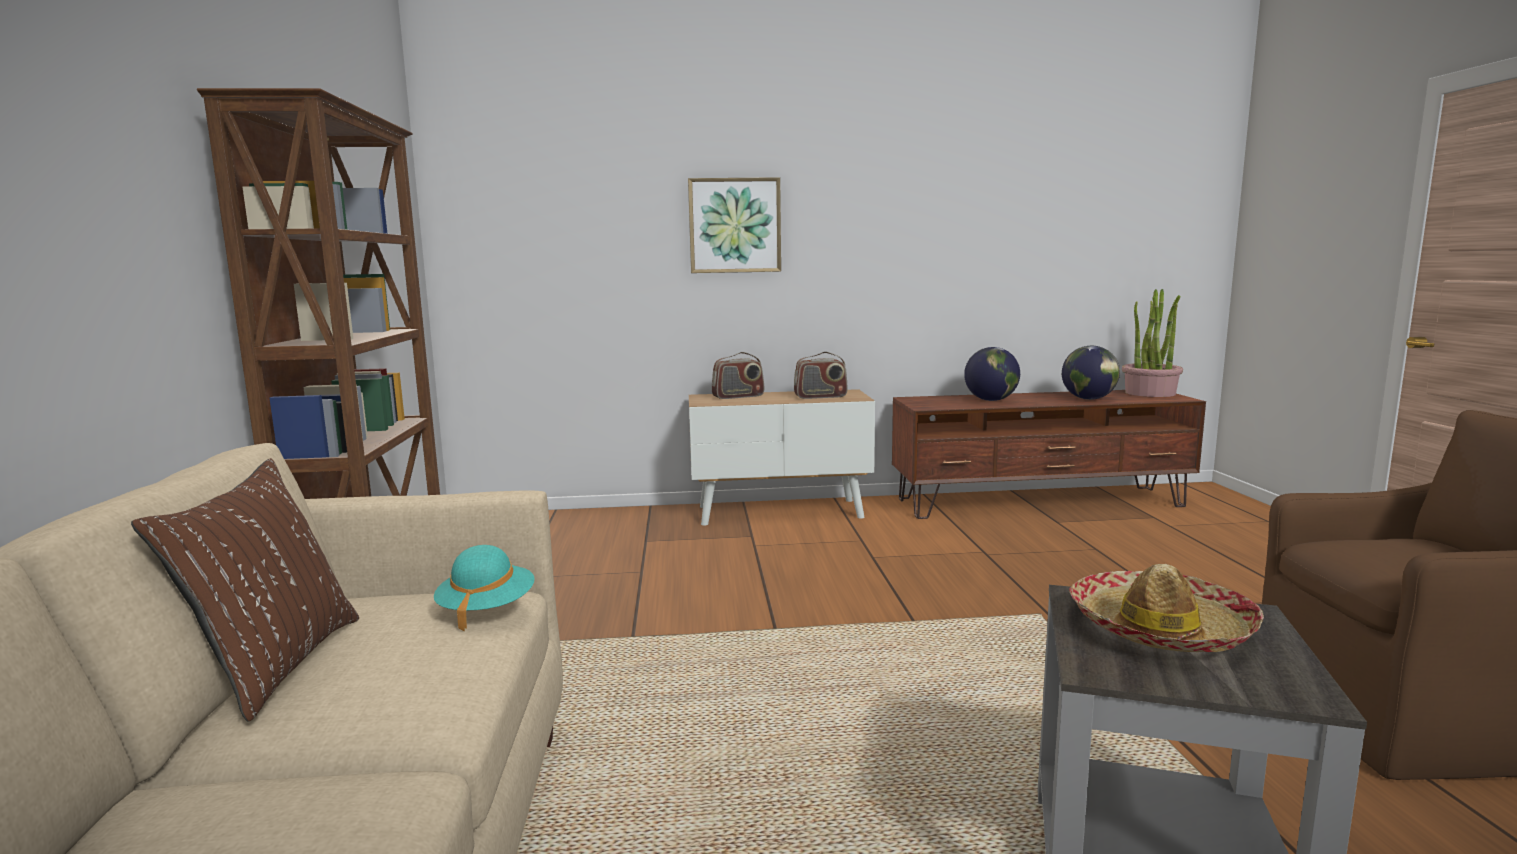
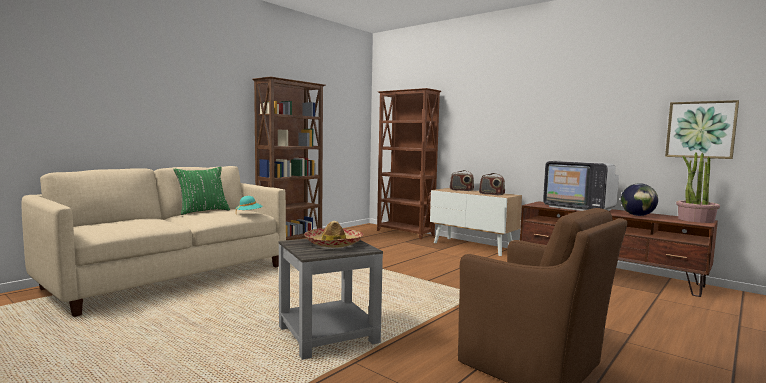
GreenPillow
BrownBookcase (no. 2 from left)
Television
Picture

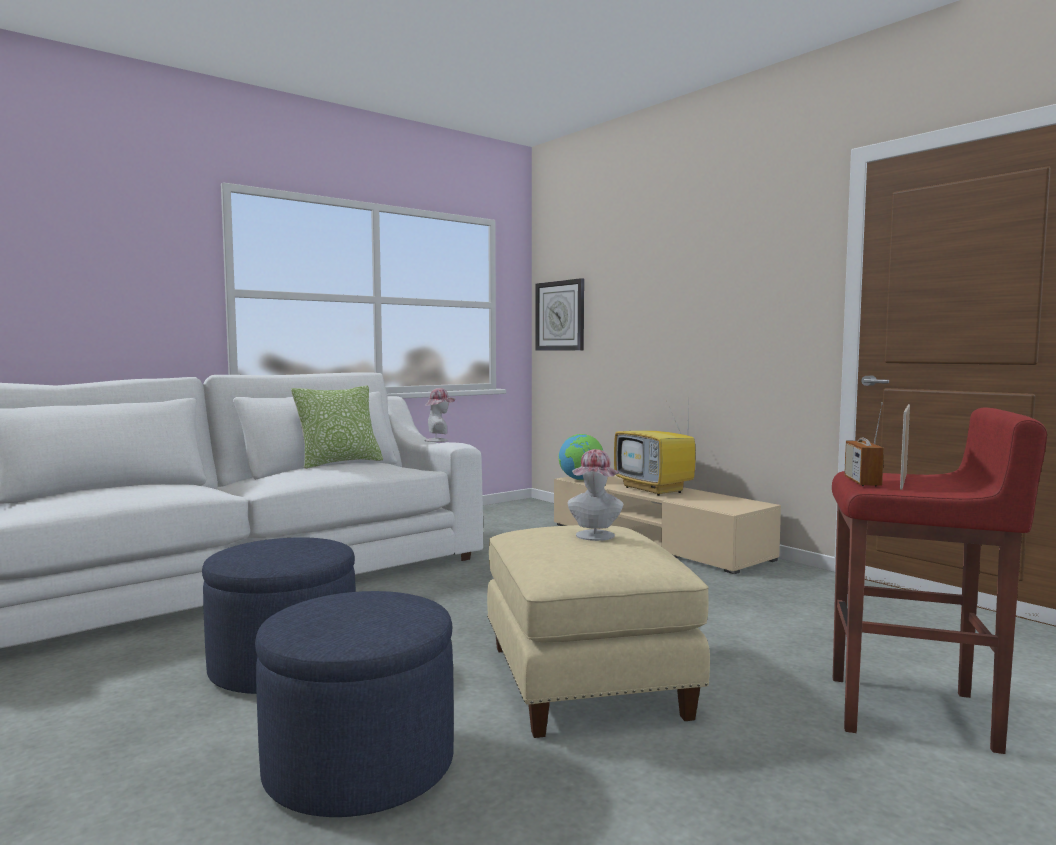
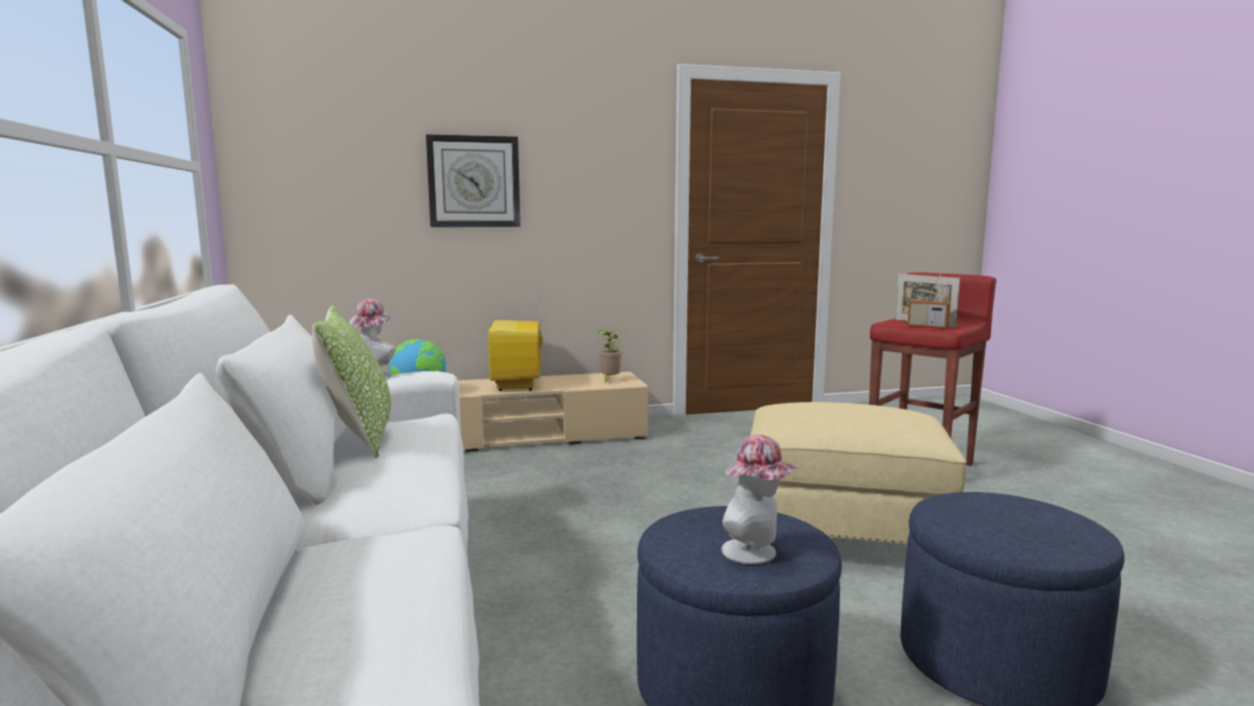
WallClock
Television
PottedPlant
Hat (no. 2 from left)

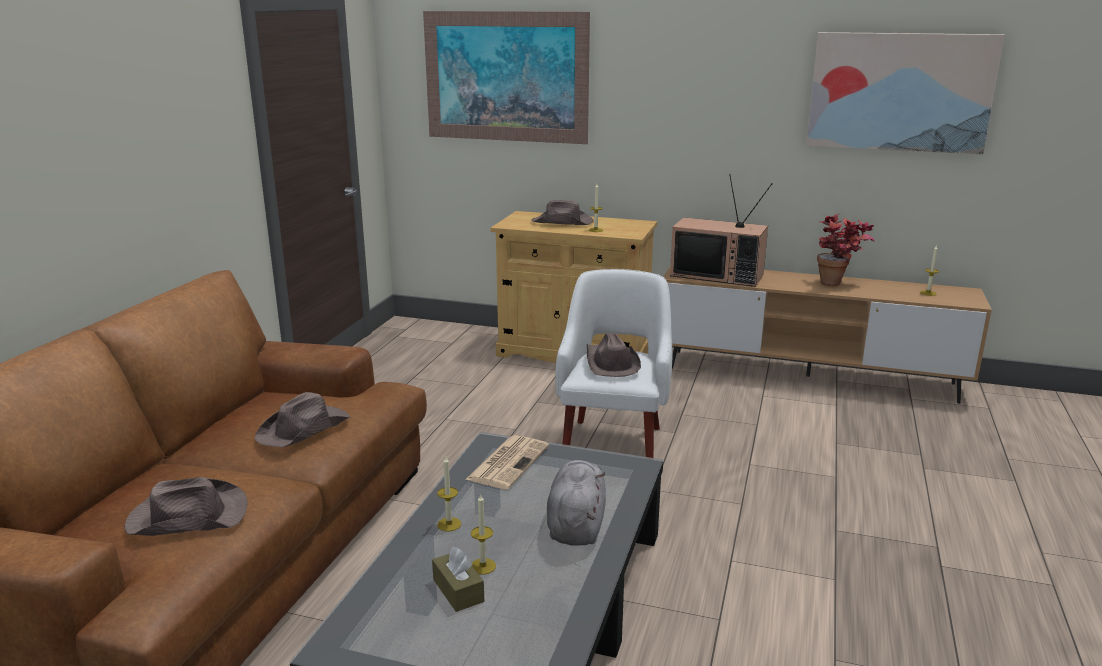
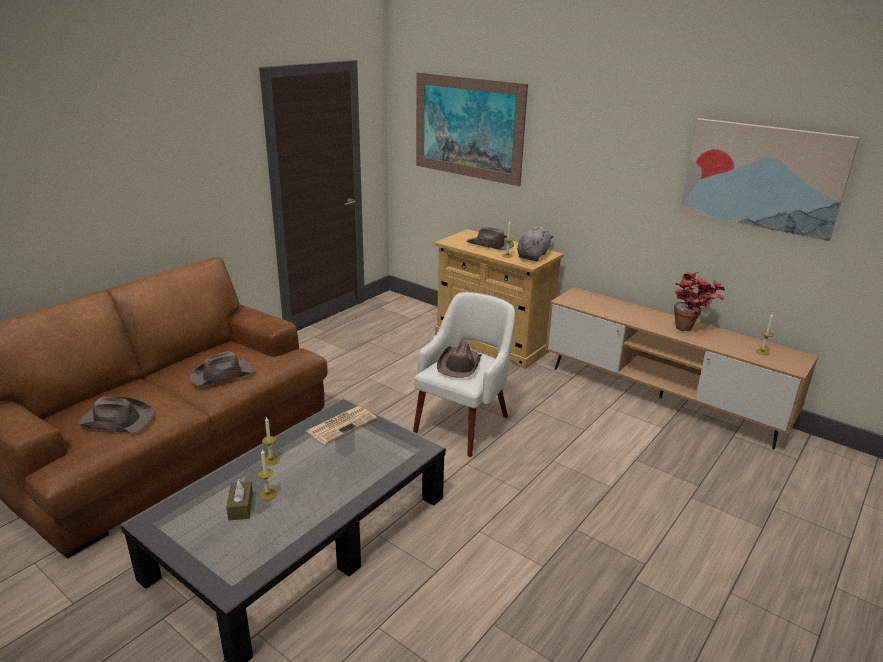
GreyPlushToy
Television

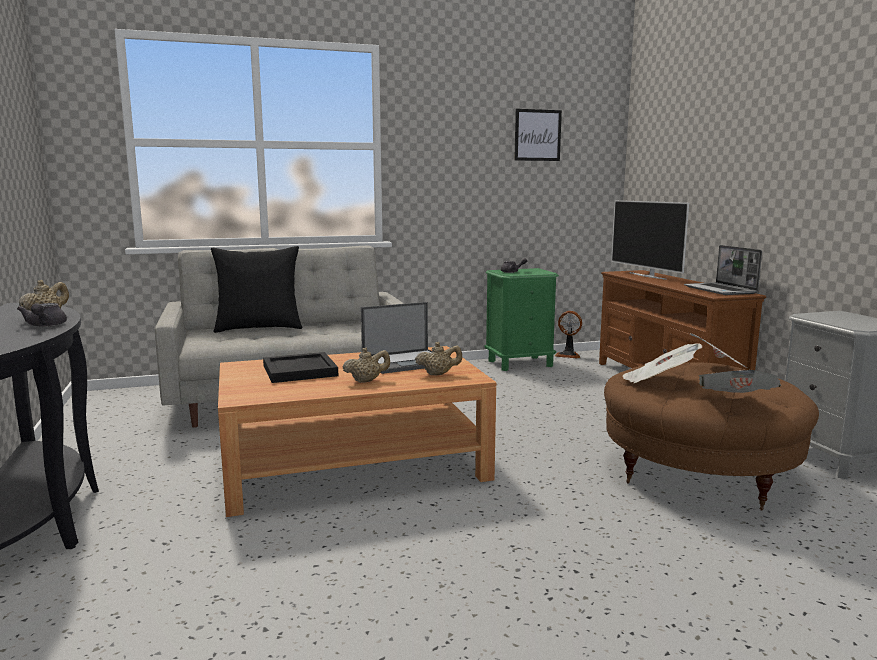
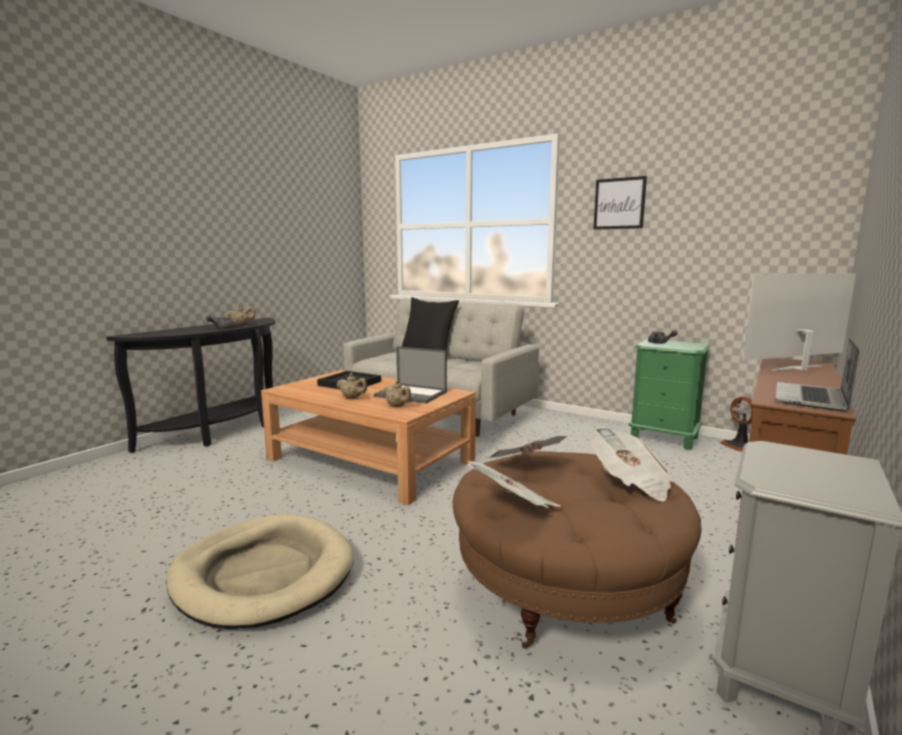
BeigeDogBed
Picture
Television

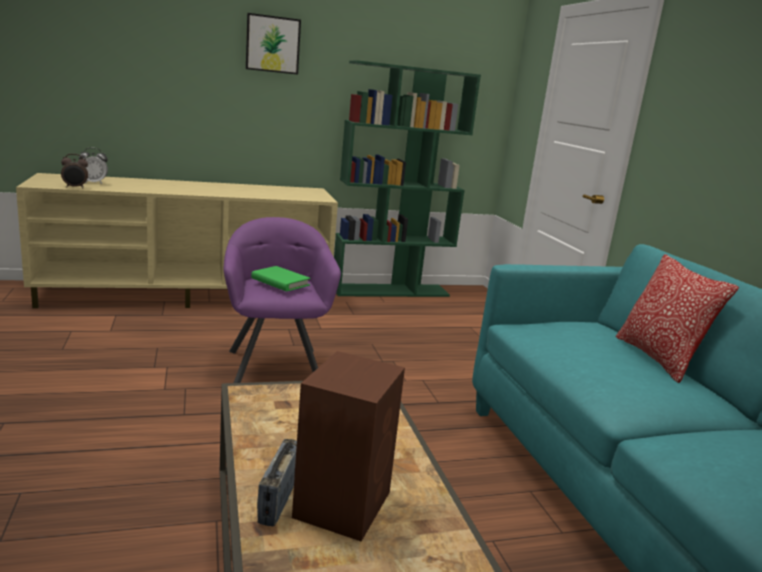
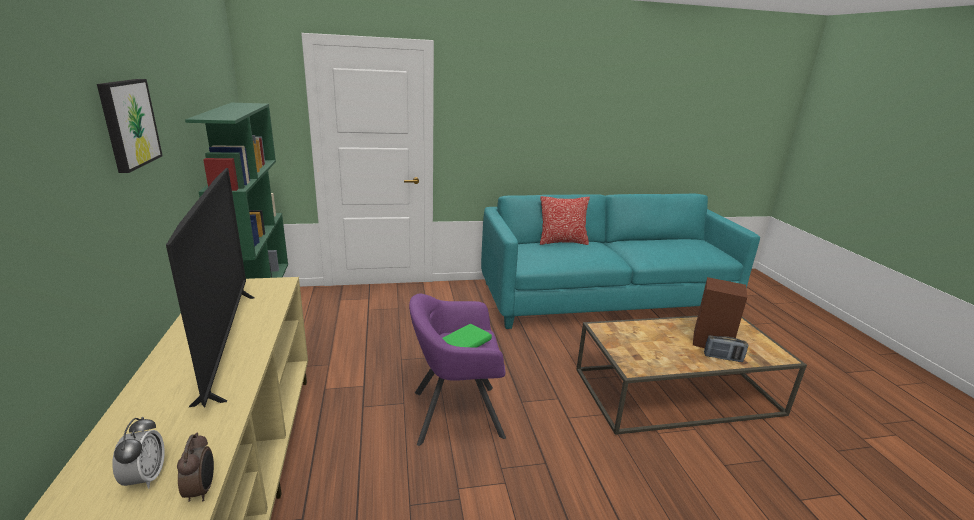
Television

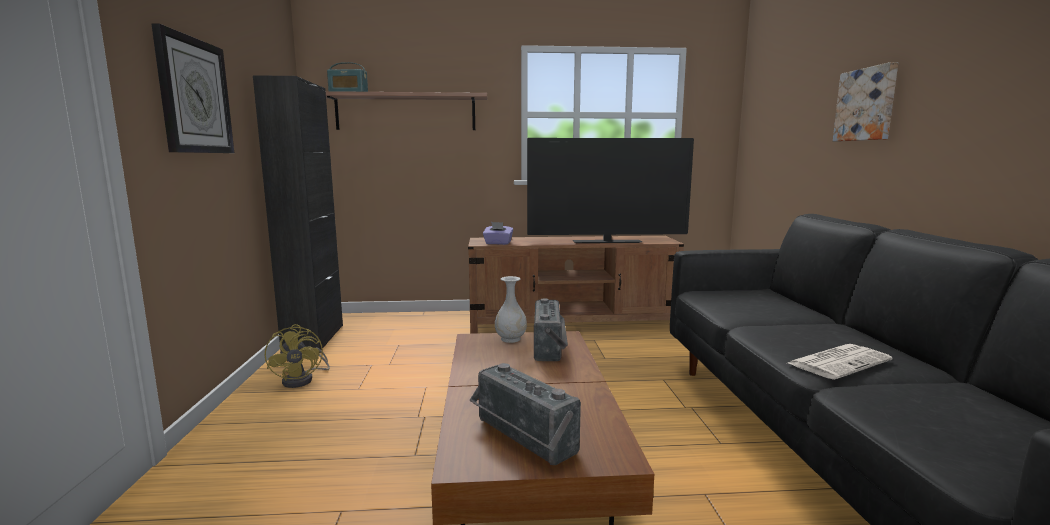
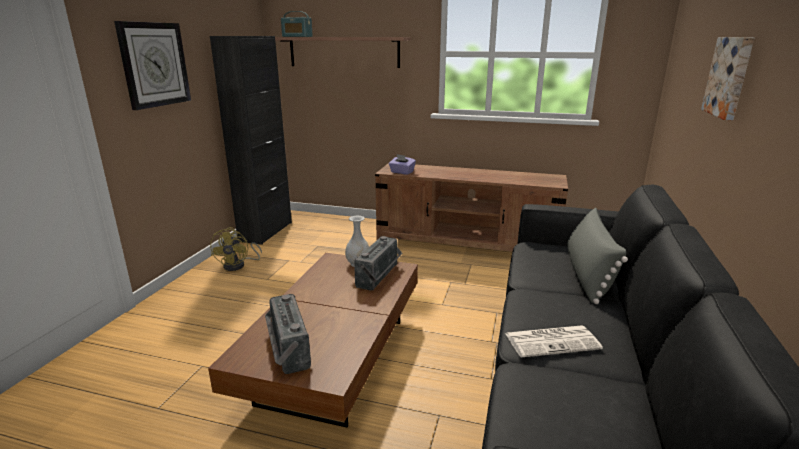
GreyPillow
Television

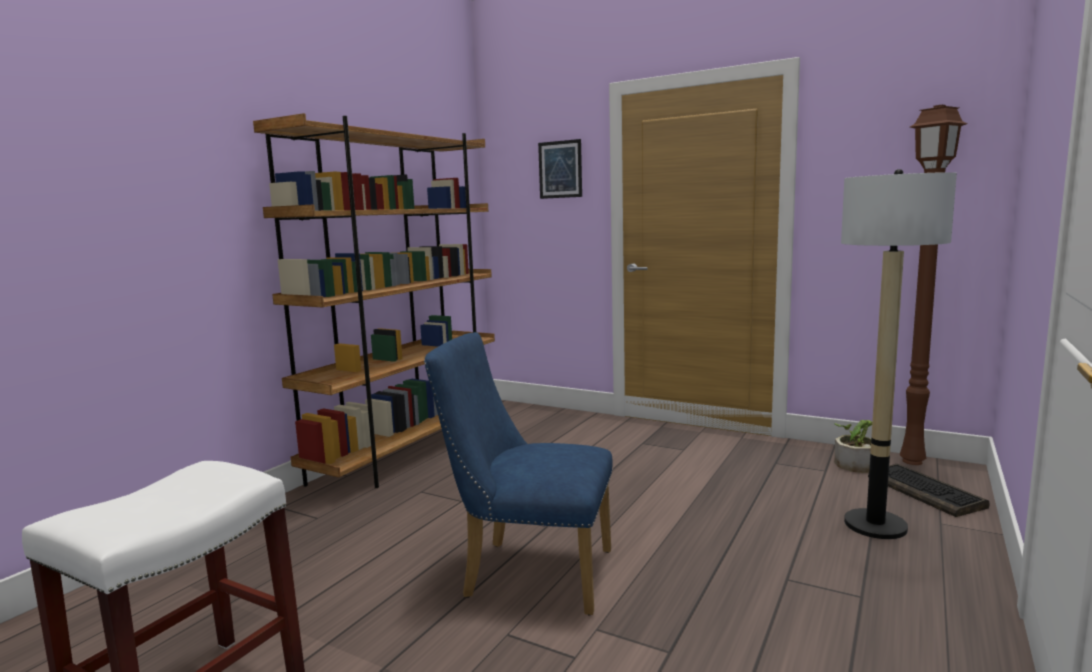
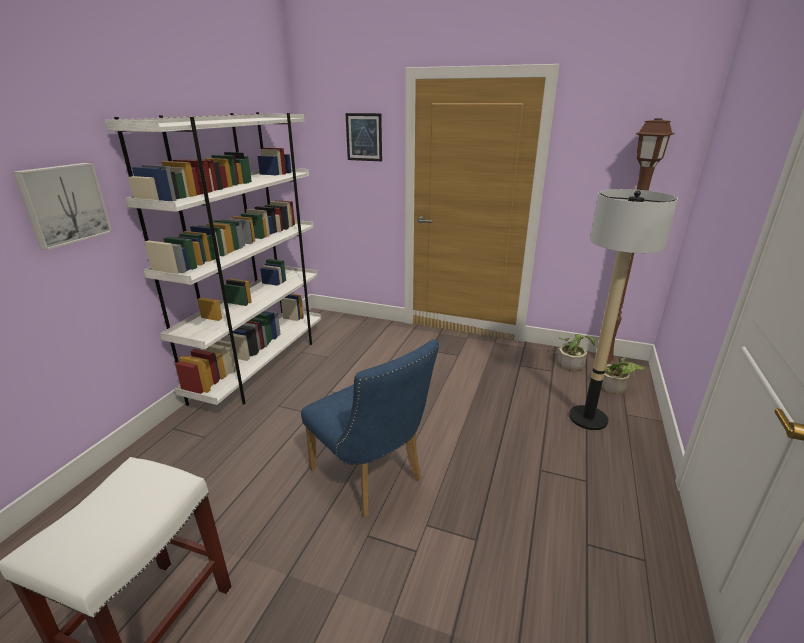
Picture (no. 1 from left)
WhiteBookcase
BlueChair
PottedPlant (no. 2 from left)

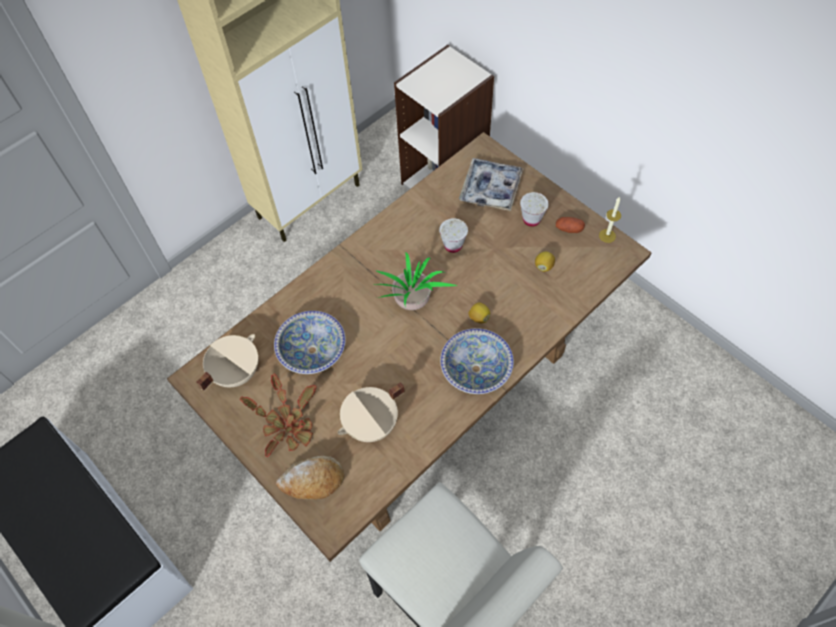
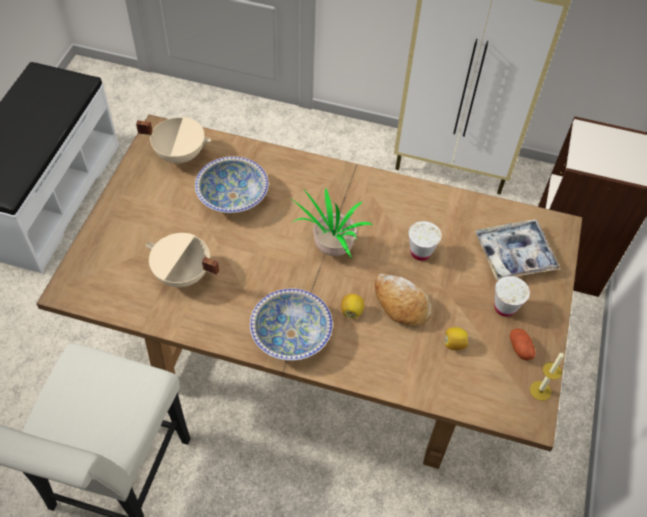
Bread
PottedPlant (no. 1 from left in the first image)

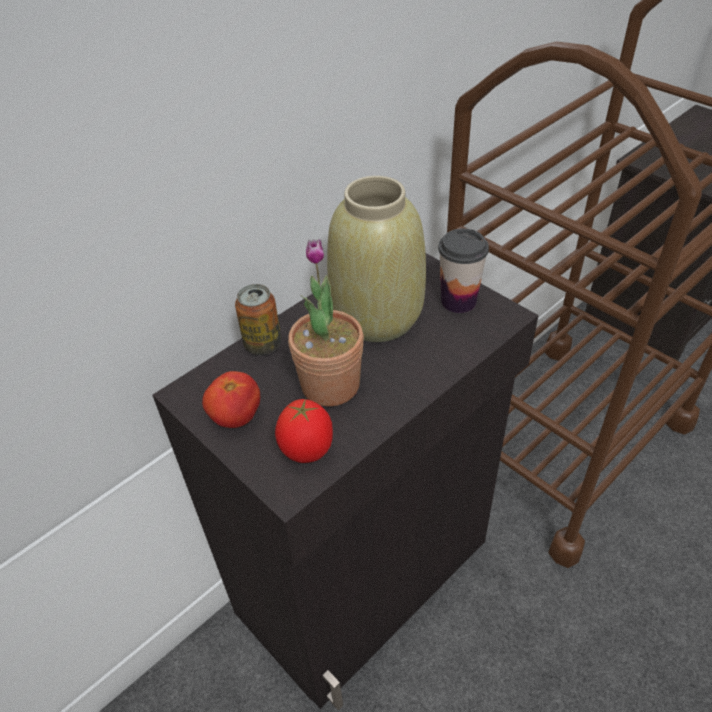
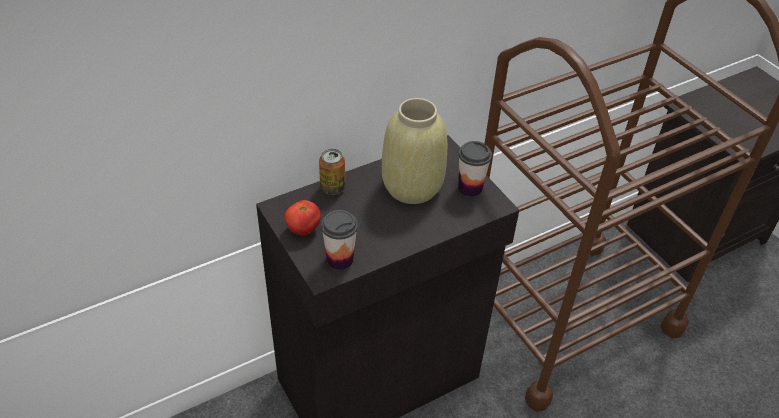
Cup (no. 1 from left)
PottedPlant

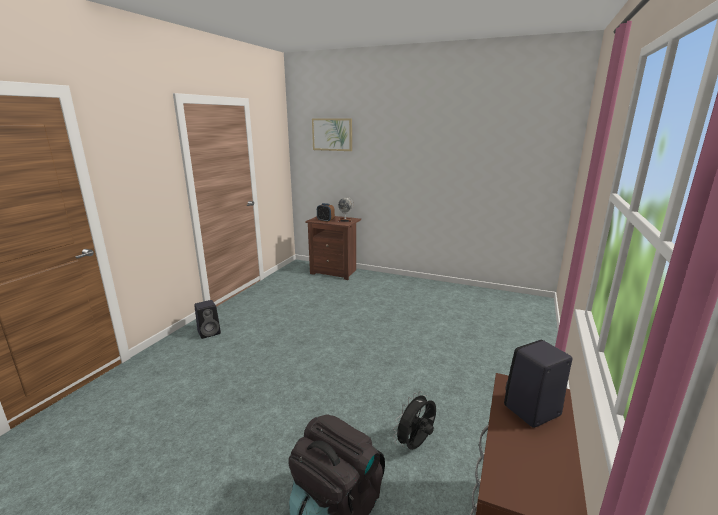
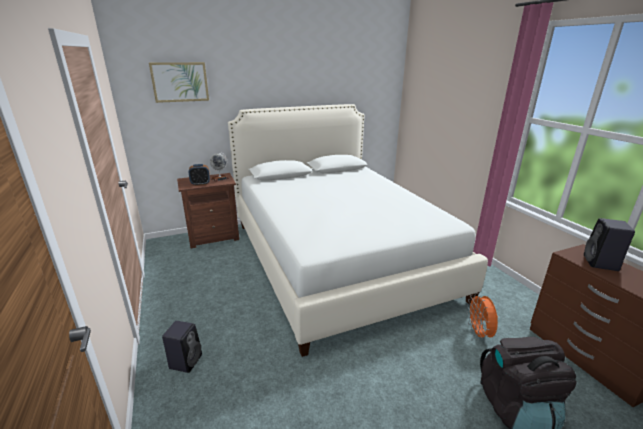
WhiteBed
OrangeFan

